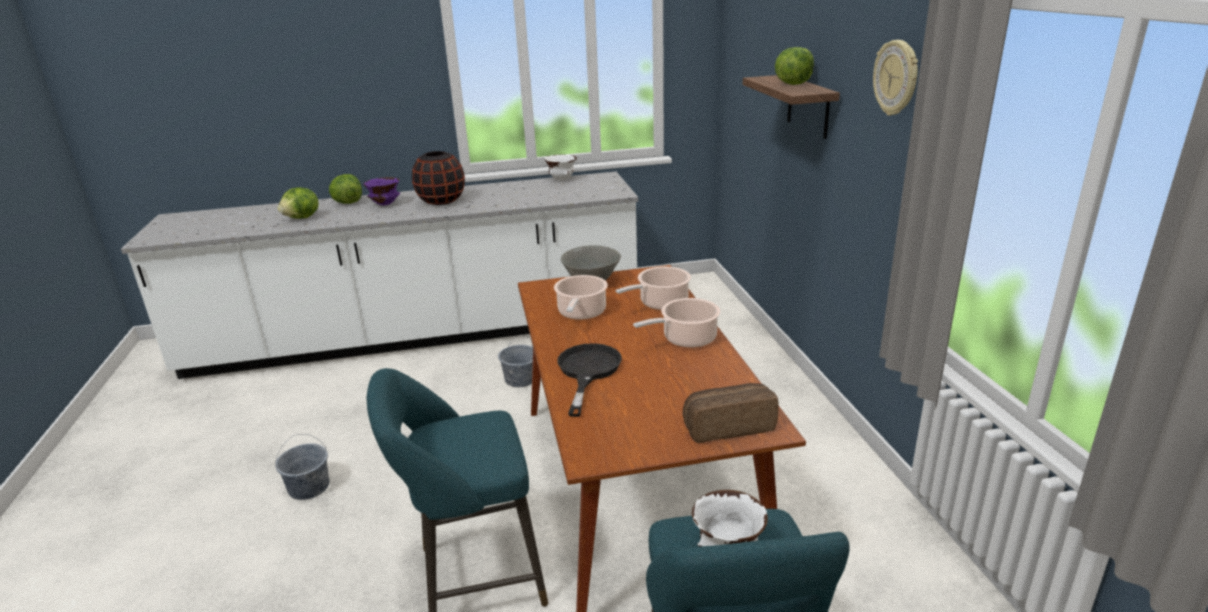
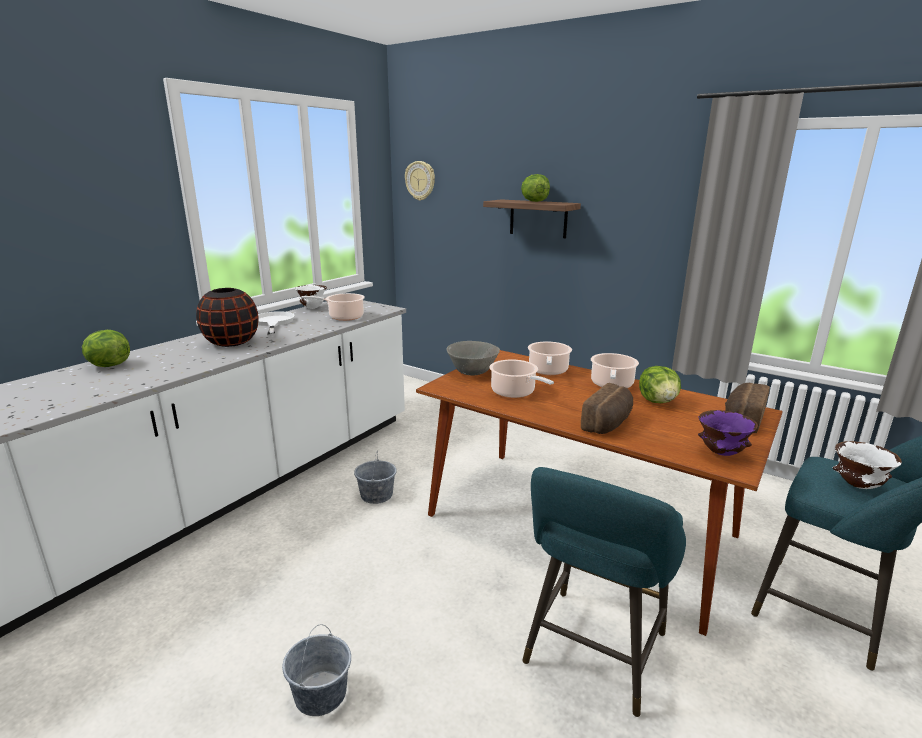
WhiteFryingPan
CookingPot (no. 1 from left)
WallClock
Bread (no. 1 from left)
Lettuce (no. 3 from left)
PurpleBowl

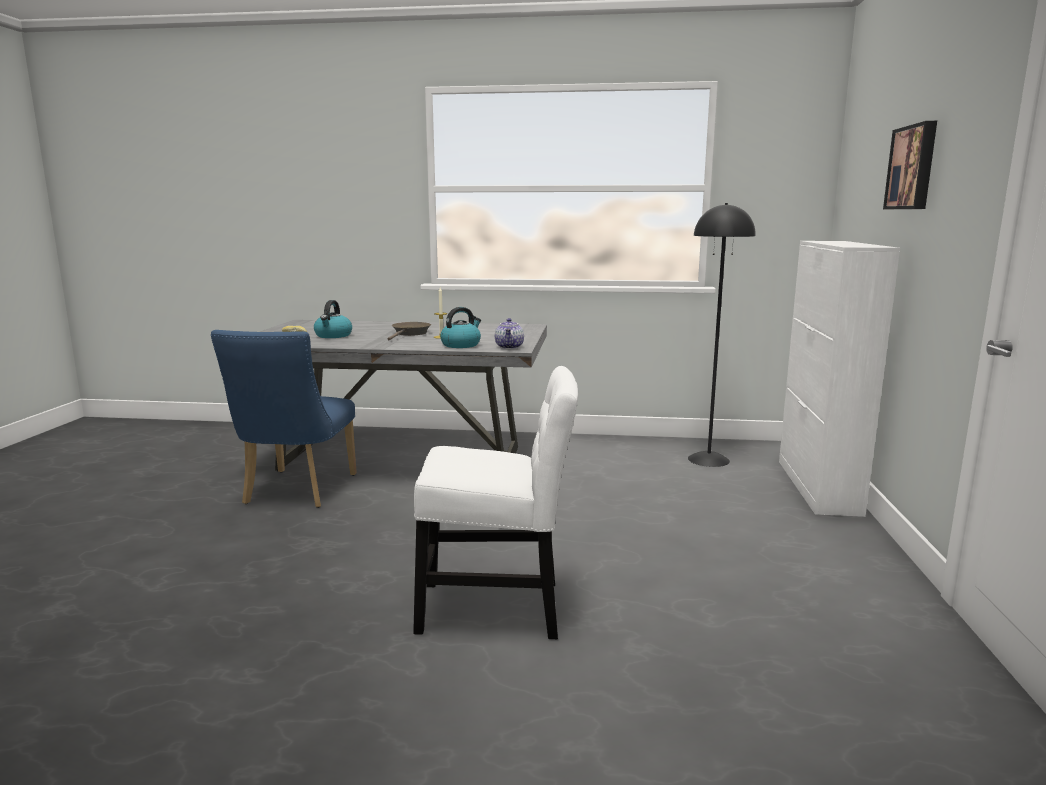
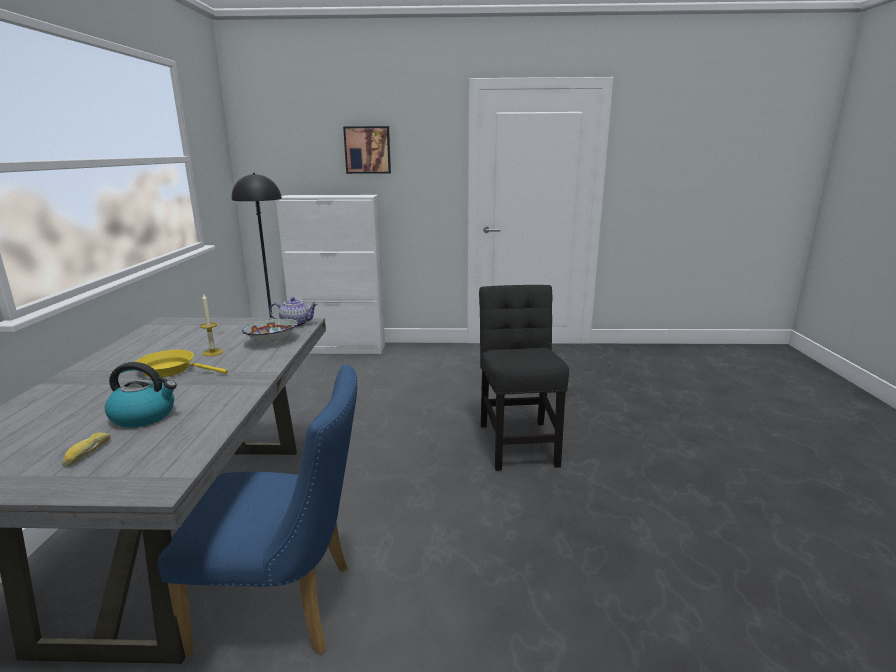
YellowFryingPan
Bowl
BlackChair

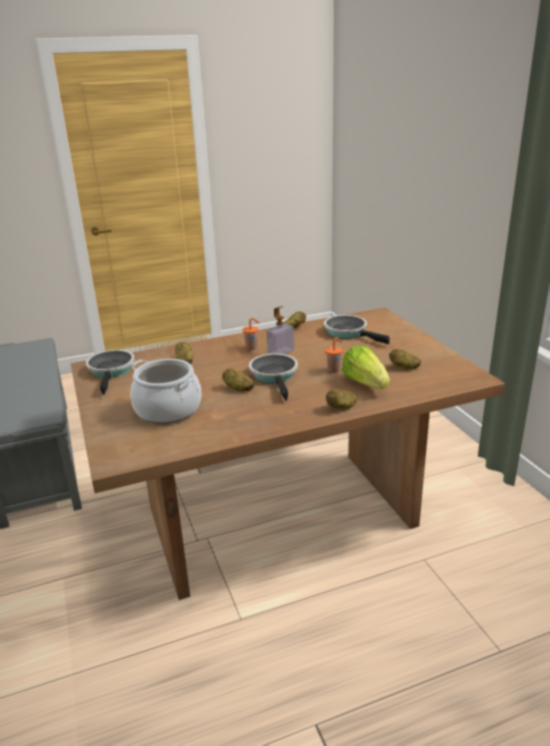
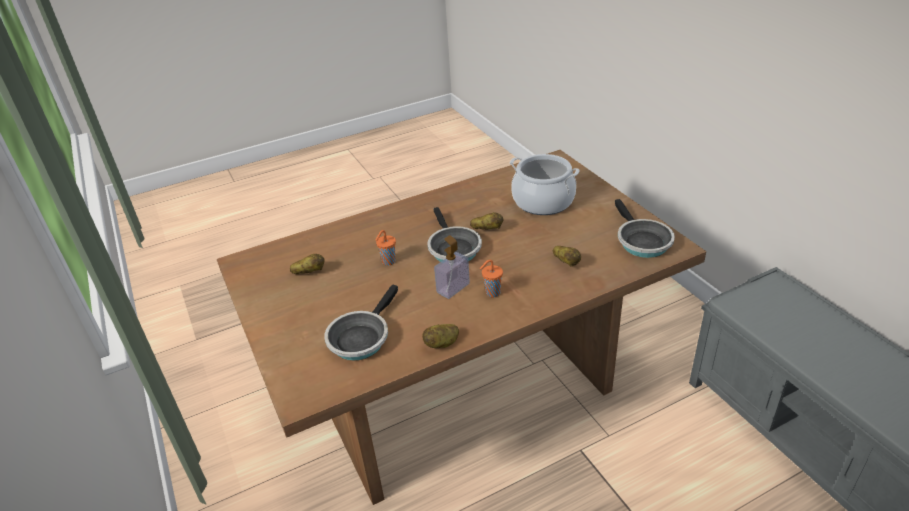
FryingPan (no. 1 from left)
Potato (no. 4 from left in the first image)
Lettuce

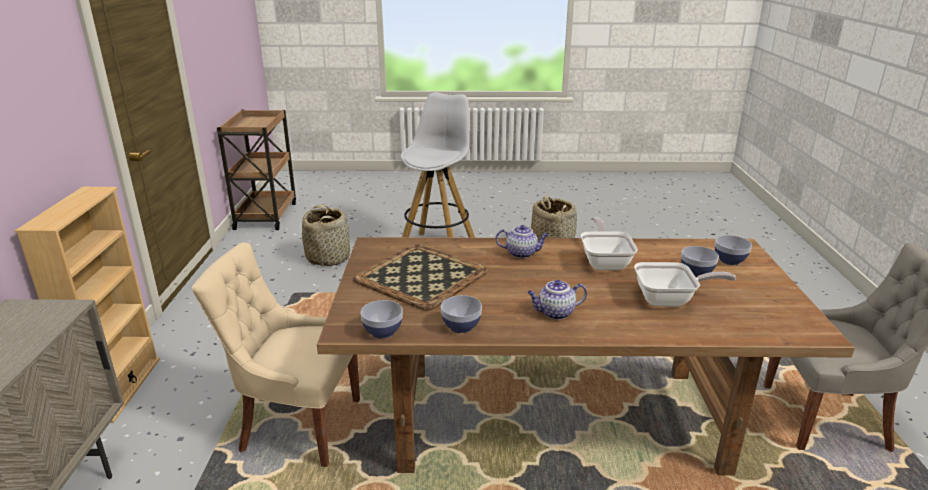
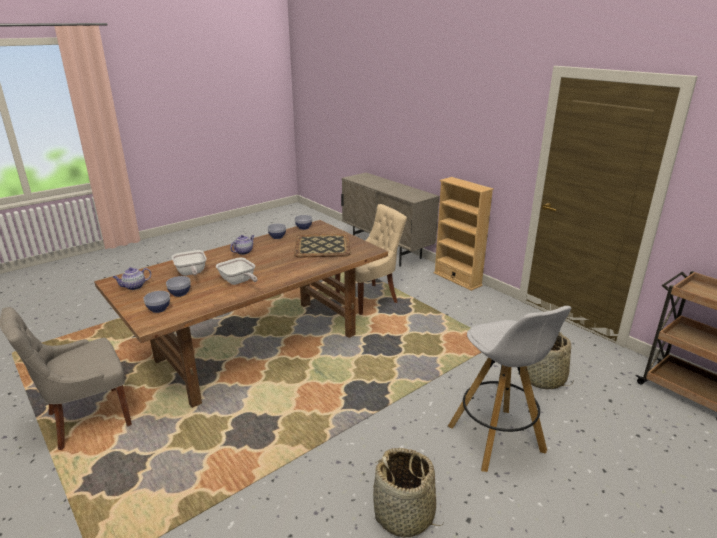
Teapot (no. 1 from left)
FryingPan (no. 1 from left)

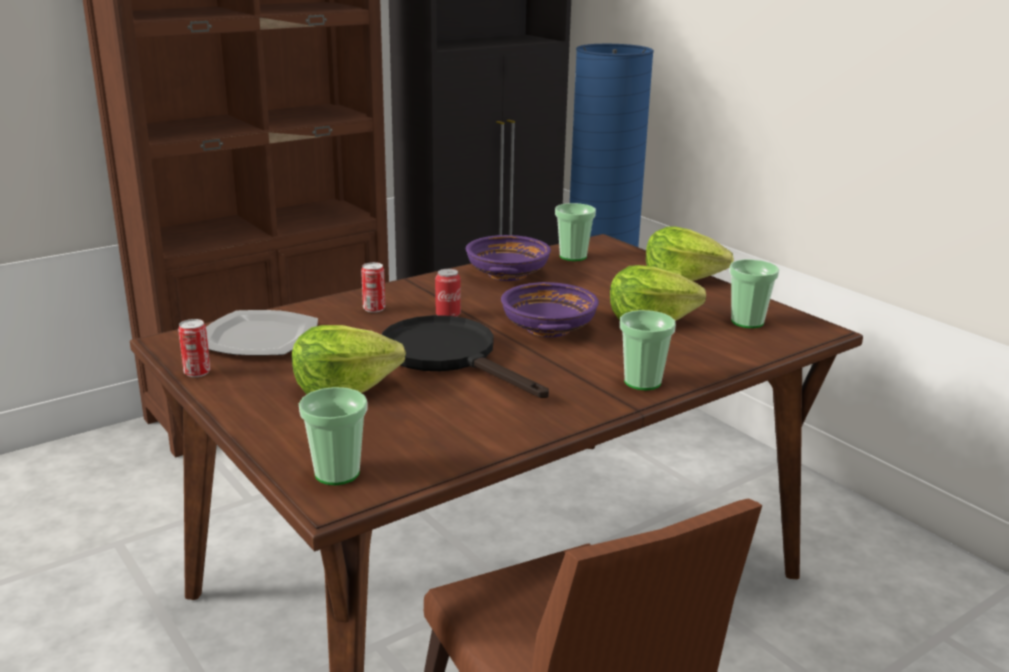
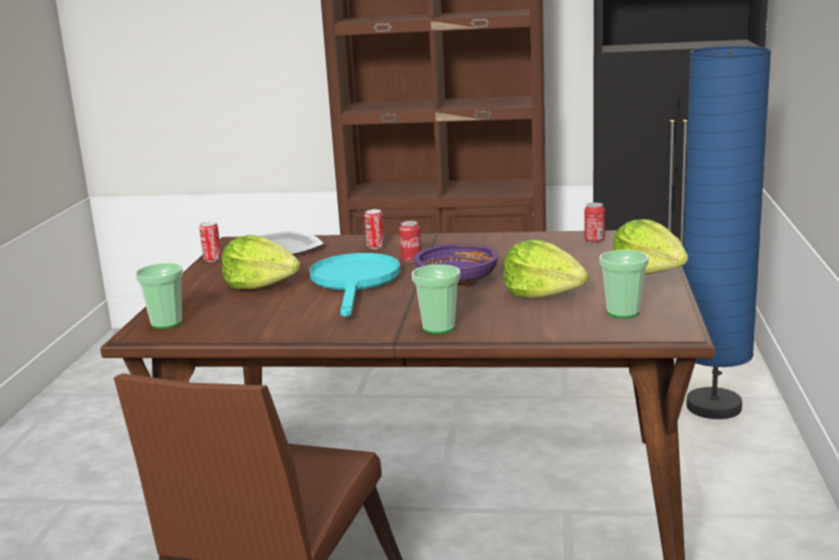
TurquoiseFryingPan
Can (no. 4 from left)
PurpleBowl (no. 1 from left in the first image)

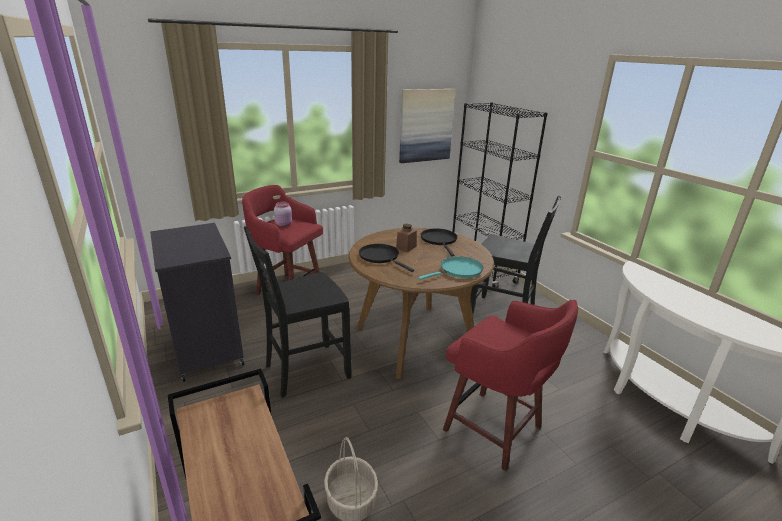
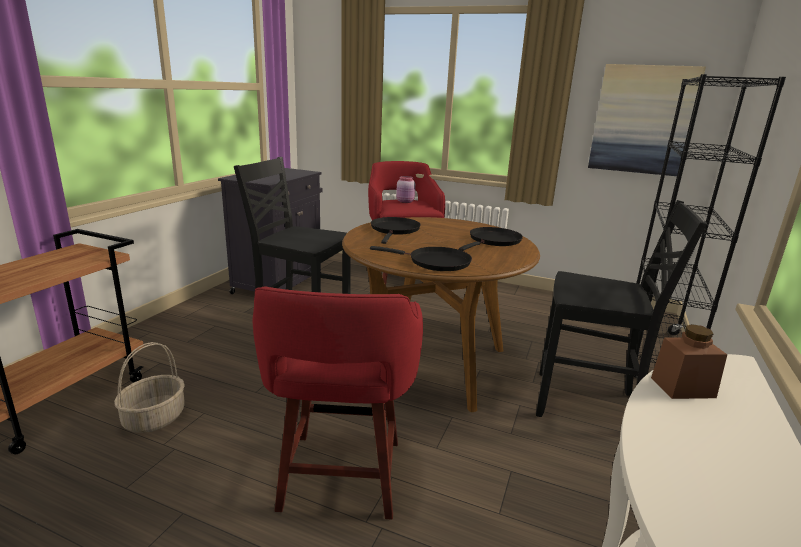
BlackFryingPan (no. 2 from left)
BlackChair (no. 2 from left)
BrownJar

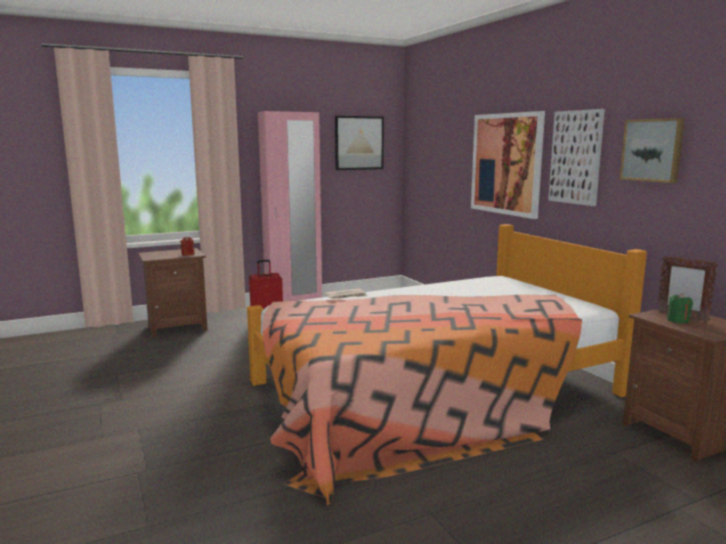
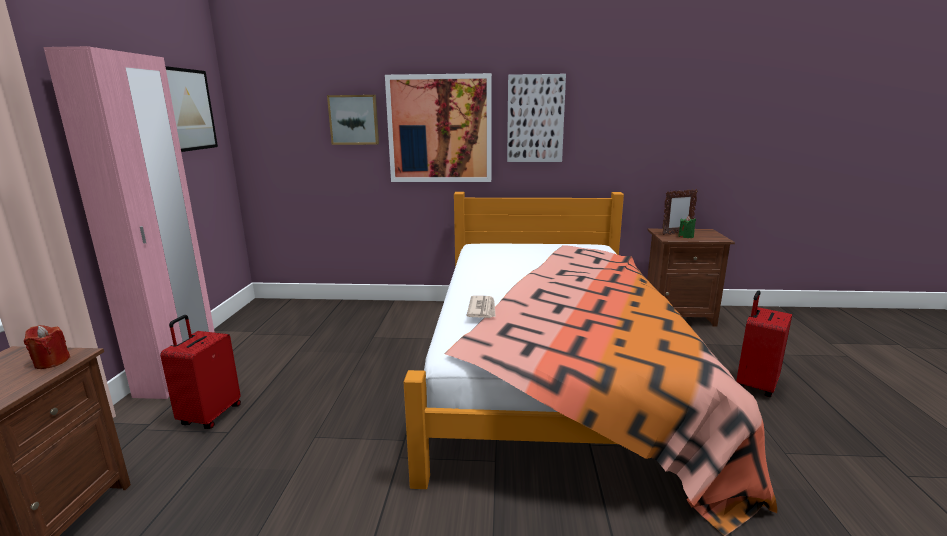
Picture (no. 2 from left)
RedSuitcase (no. 2 from left)

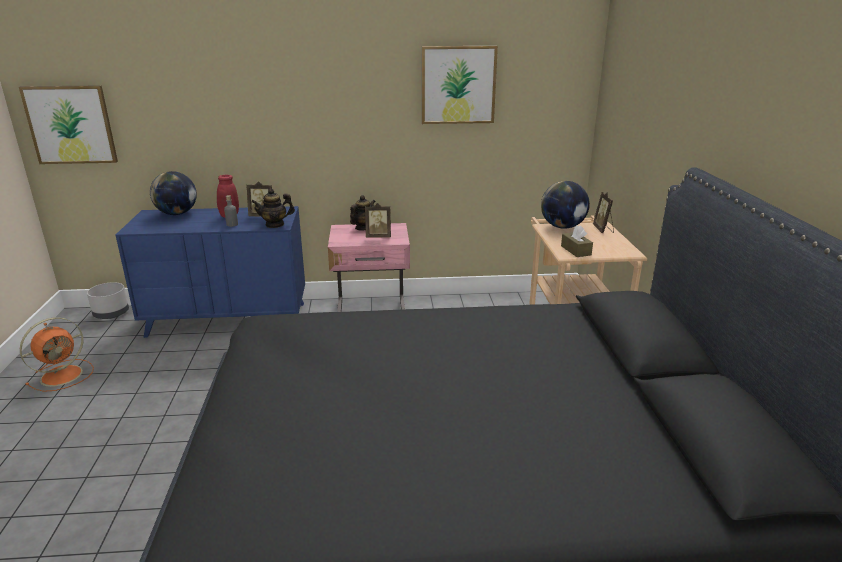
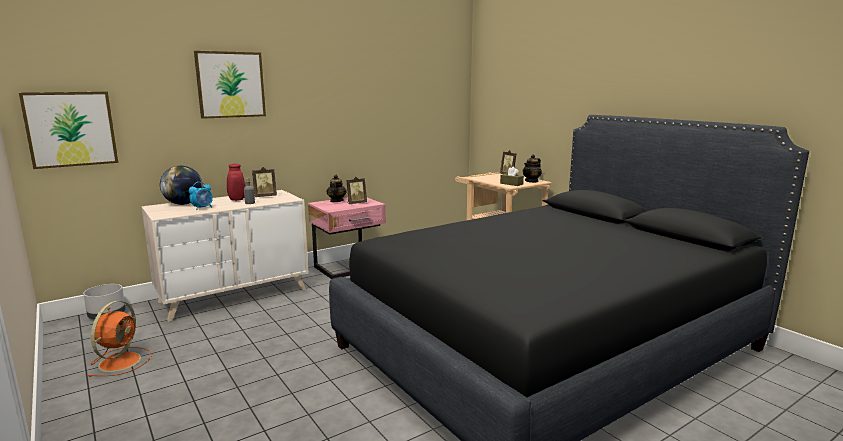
BeigeDresser
AlarmClock
Picture (no. 2 from left)
Teapot (no. 2 from left)
Globe (no. 2 from left in the first image)

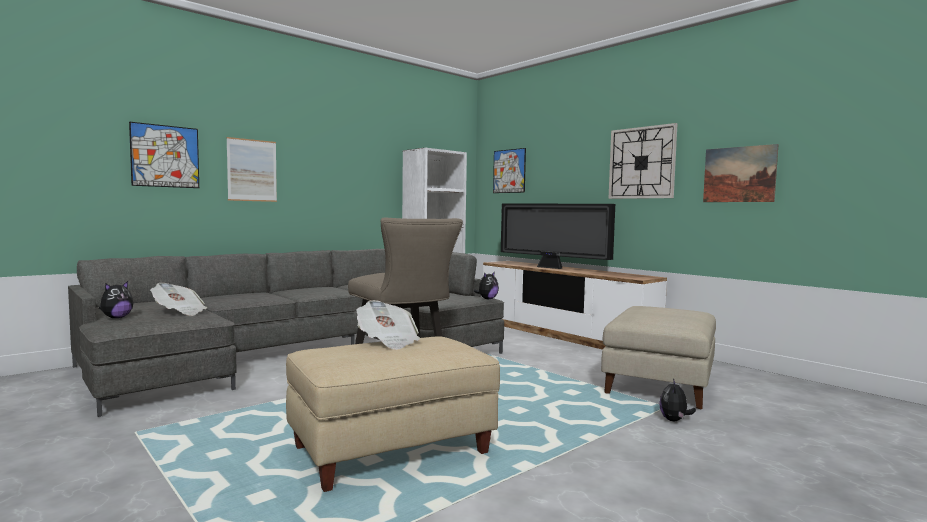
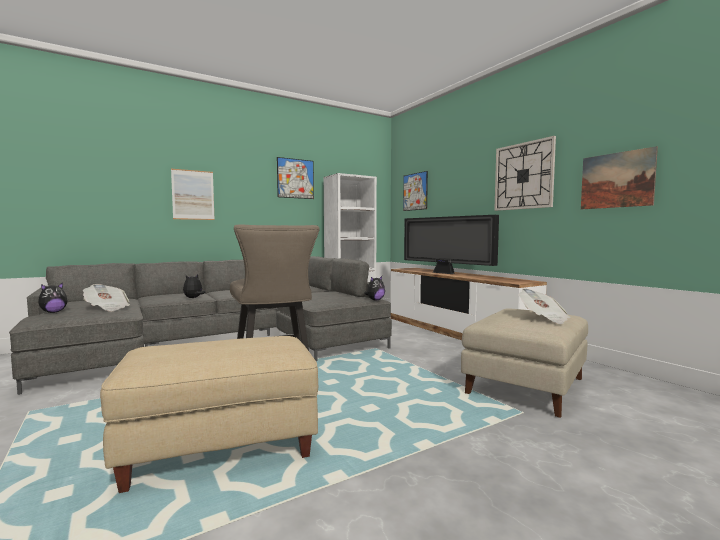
PlushToy (no. 2 from left)
Picture (no. 2 from left)
Newspaper (no. 2 from left)

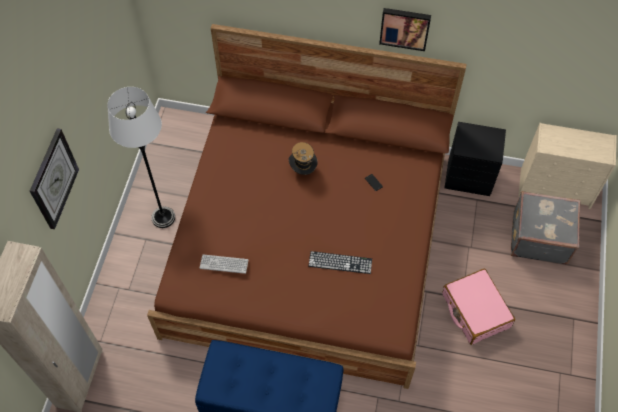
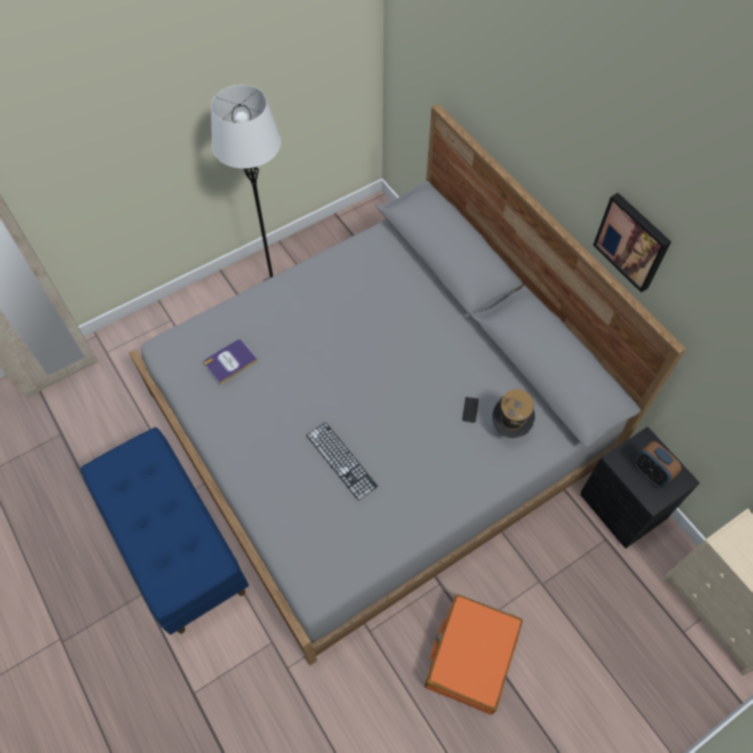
GreyBed
Book
OrangeSuitcase
Hat
AlarmClock
WallClock
GreySuitcase

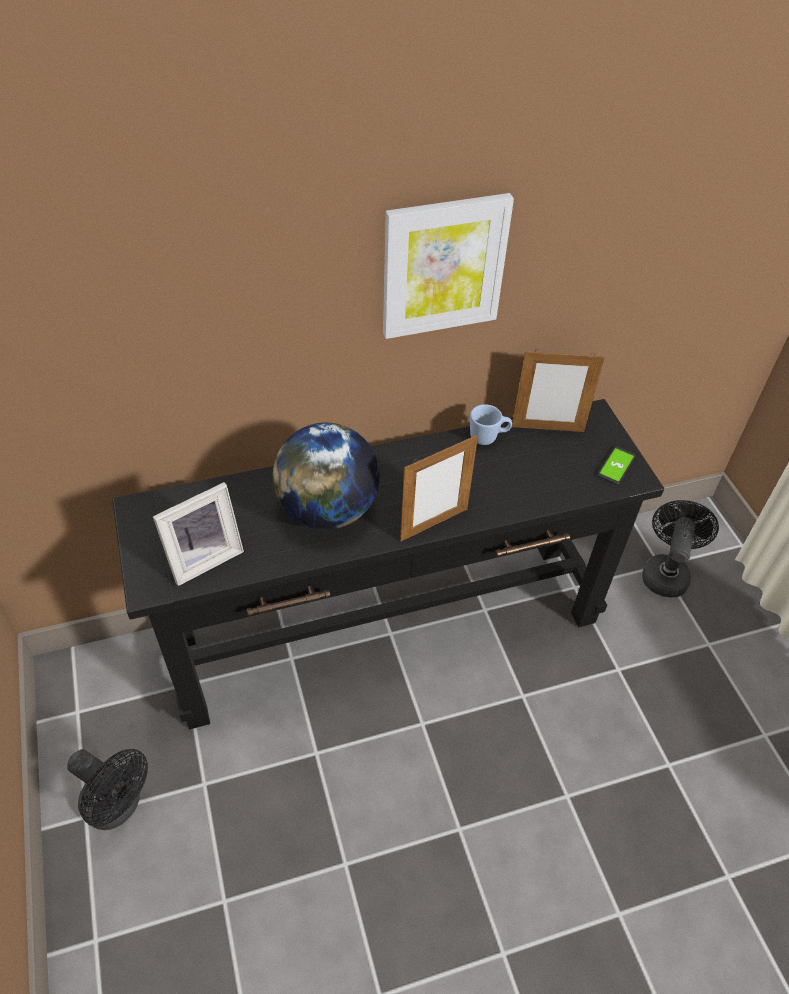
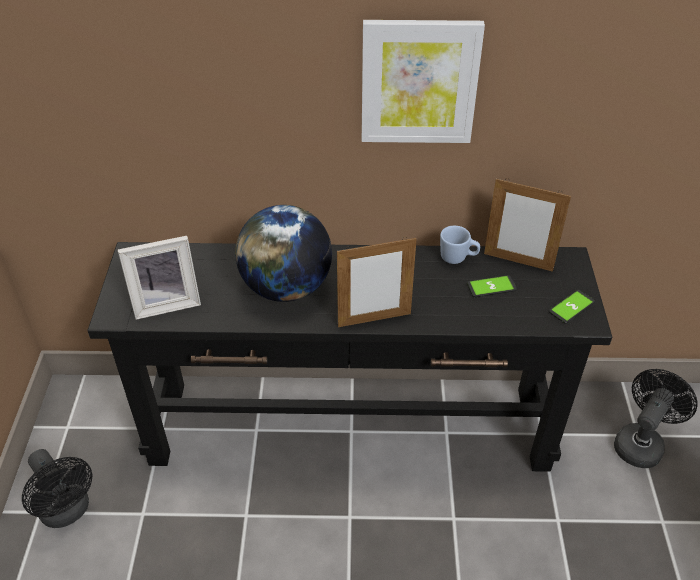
Phone (no. 1 from left)

